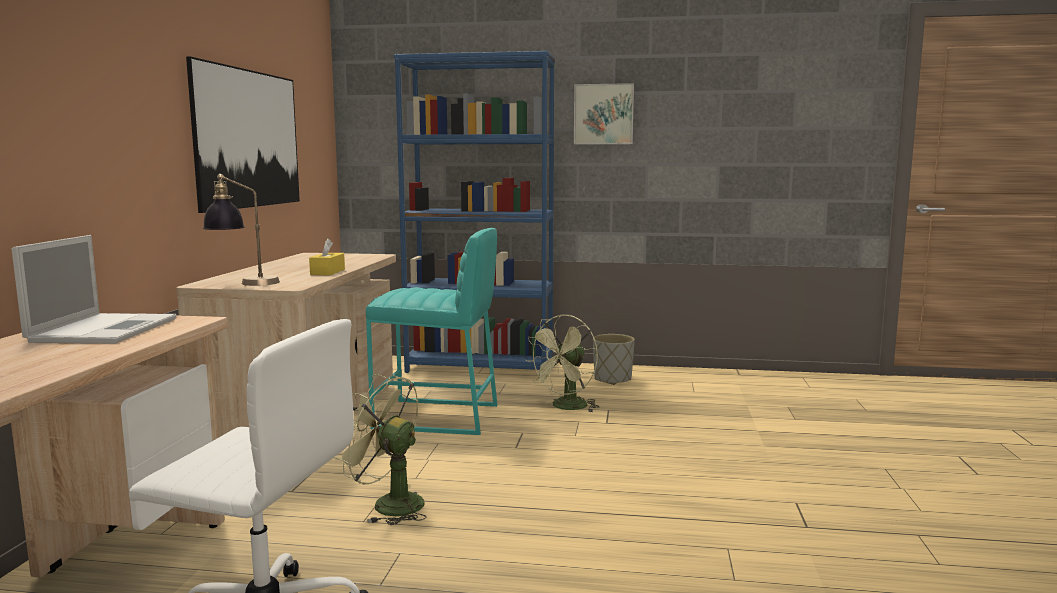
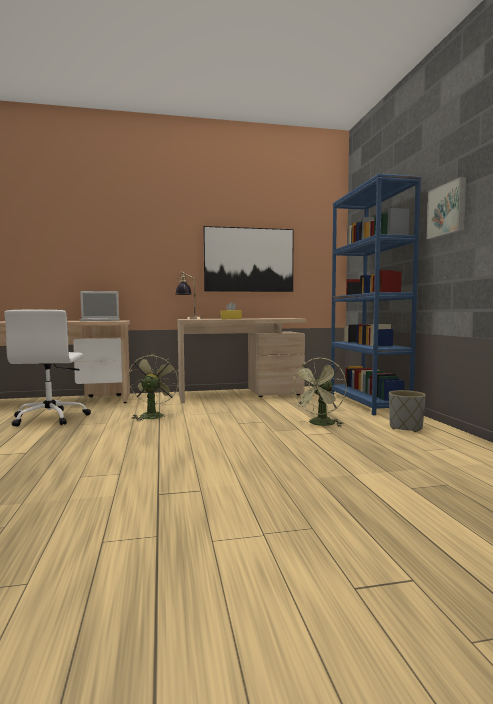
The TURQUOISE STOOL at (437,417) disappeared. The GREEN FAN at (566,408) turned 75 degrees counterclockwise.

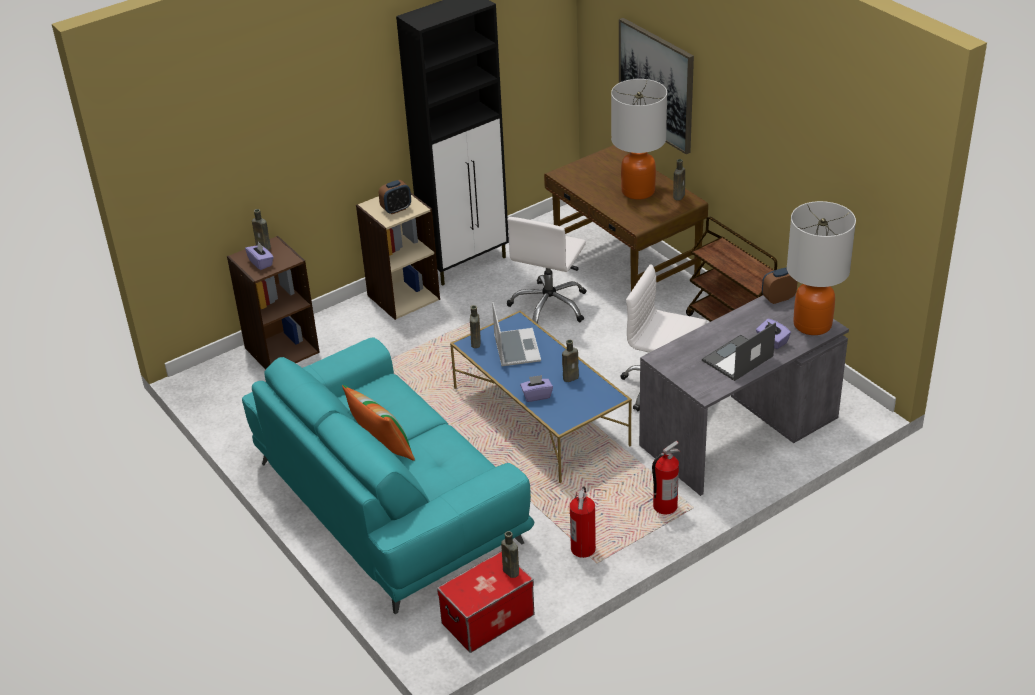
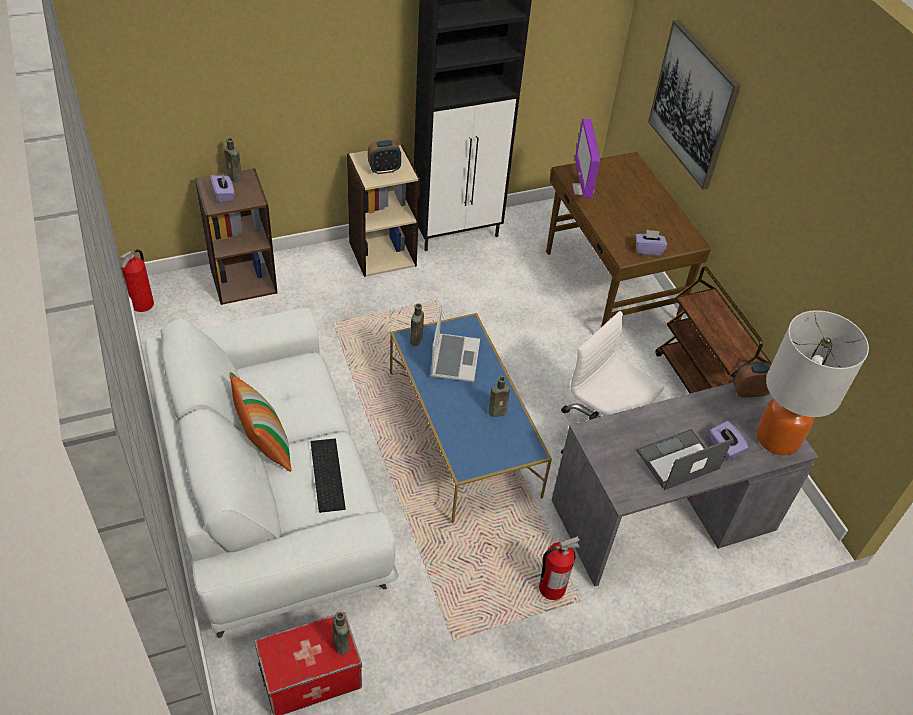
The TURQUOISE SOFA at (388,501) became the WHITE SOFA at (270,490). The WHITE OFFICE CHAIR at (549,306) disappeared. The PURPLE TISSUE BOX moved from (536,395) to (648,250). The FIRE EXTINGUISHER moved from (583,548) to (143,304). The TABLE LAMP at (638,191) disappeared. The BROWN BOTTLE at (679,196) disappeared. The KEYBOARD at (325,474) appeared. The MONITOR at (582,189) appeared.

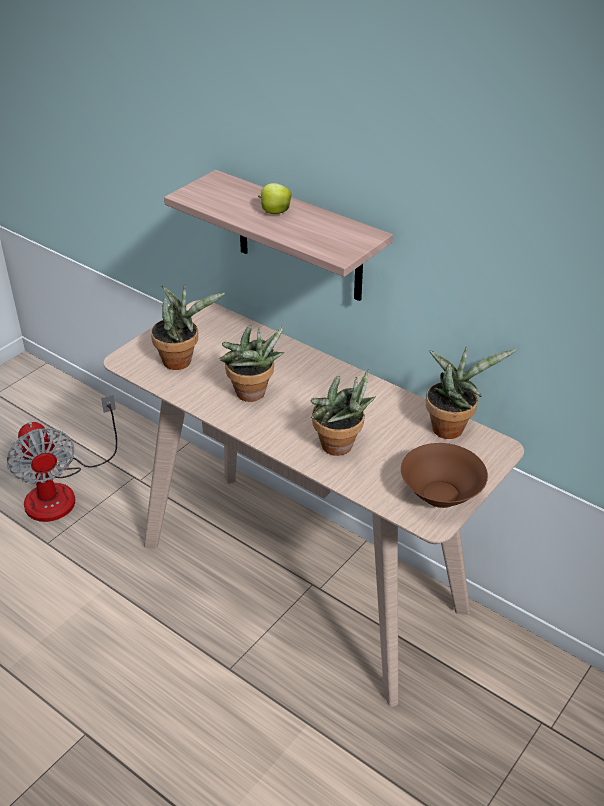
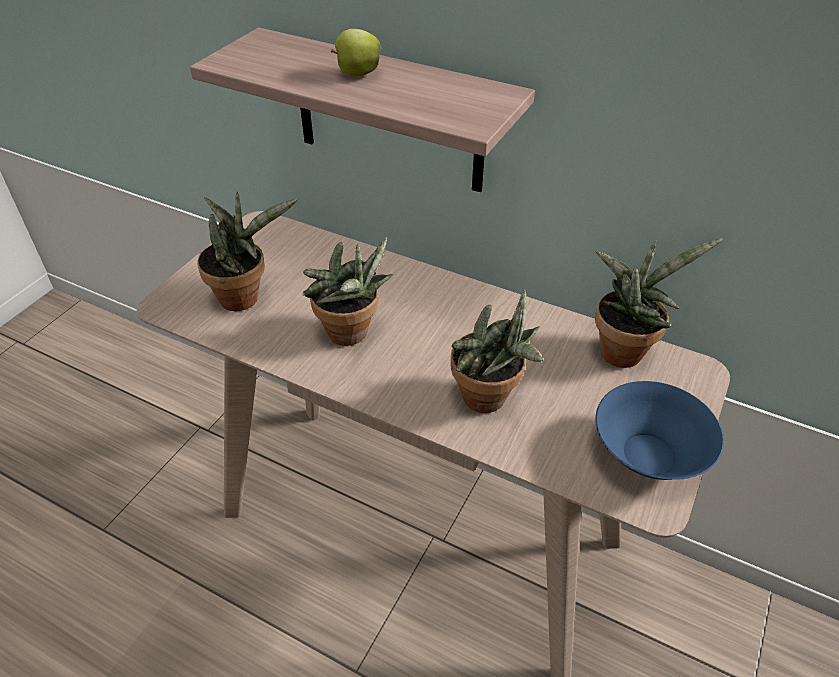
The FAN at (62,490) disappeared. The BROWN BOWL at (440,495) became the BLUE BOWL at (647,456).

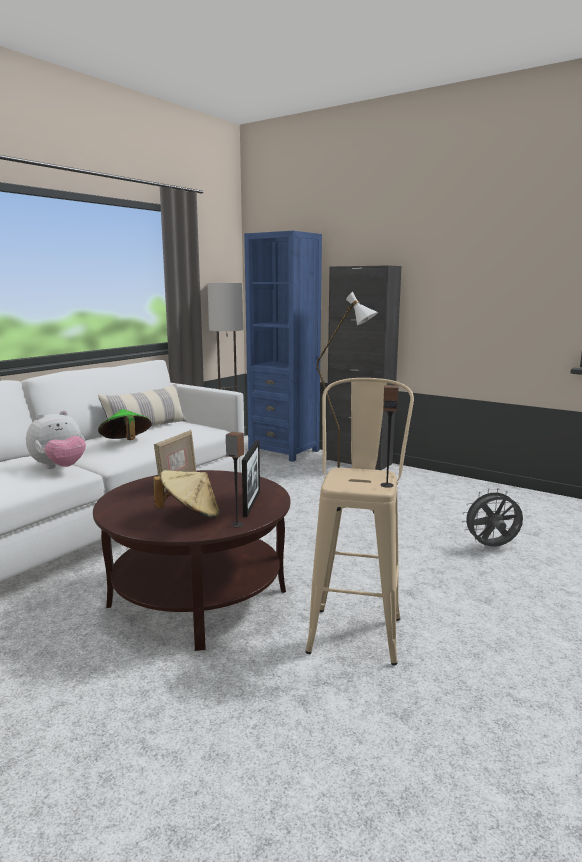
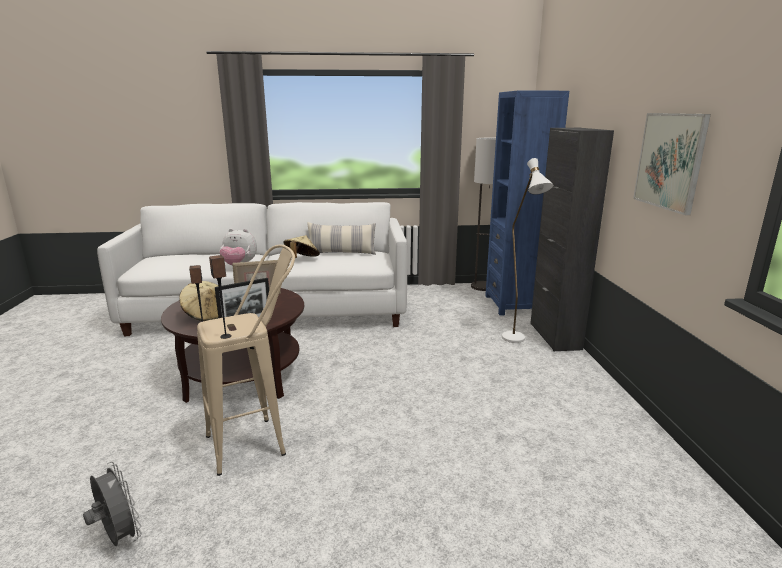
The GREEN HAT at (126,442) became the BEIGE HAT at (302,259). The GREY FAN moved from (491,547) to (118,538). The PICTURE at (670,161) appeared.

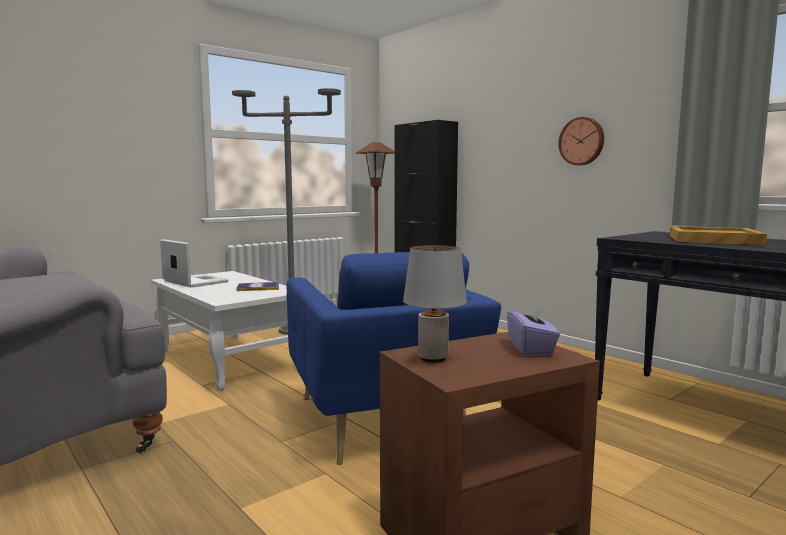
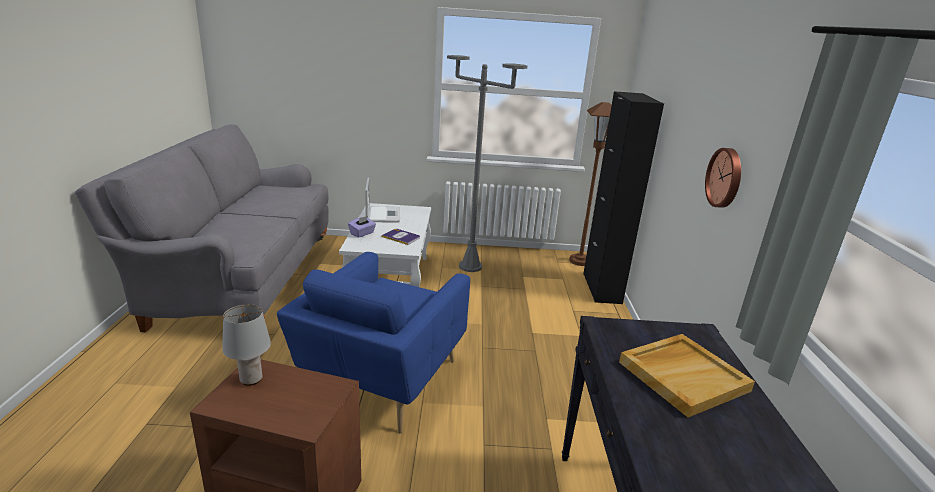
The PURPLE TISSUE BOX moved from (531,349) to (362,234).

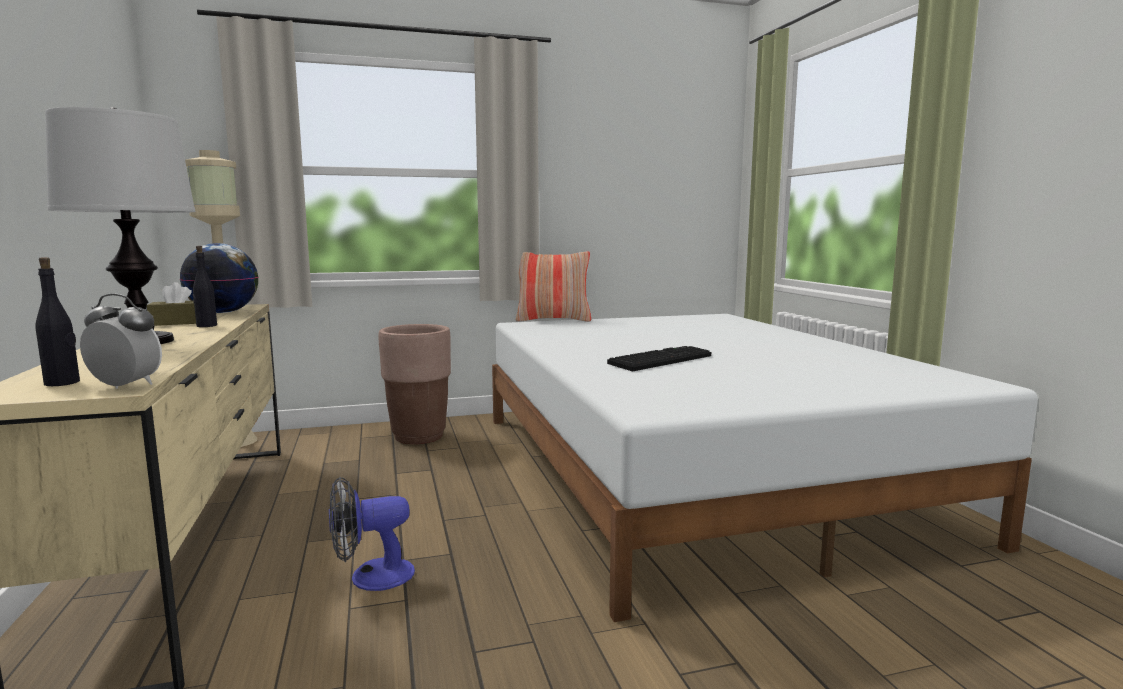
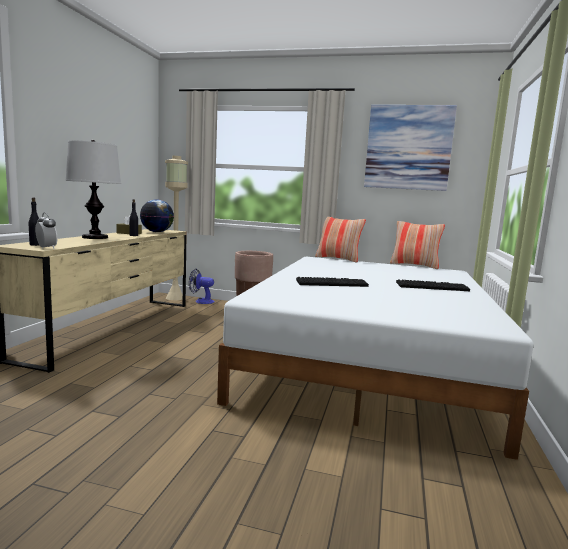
The FAN moved from (371,577) to (201,301). The PICTURE at (408,148) appeared. The PILLOW at (414,265) appeared. The KEYBOARD at (432,287) appeared.

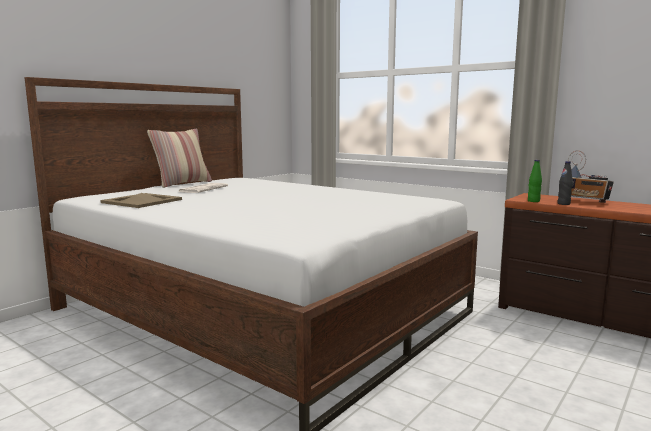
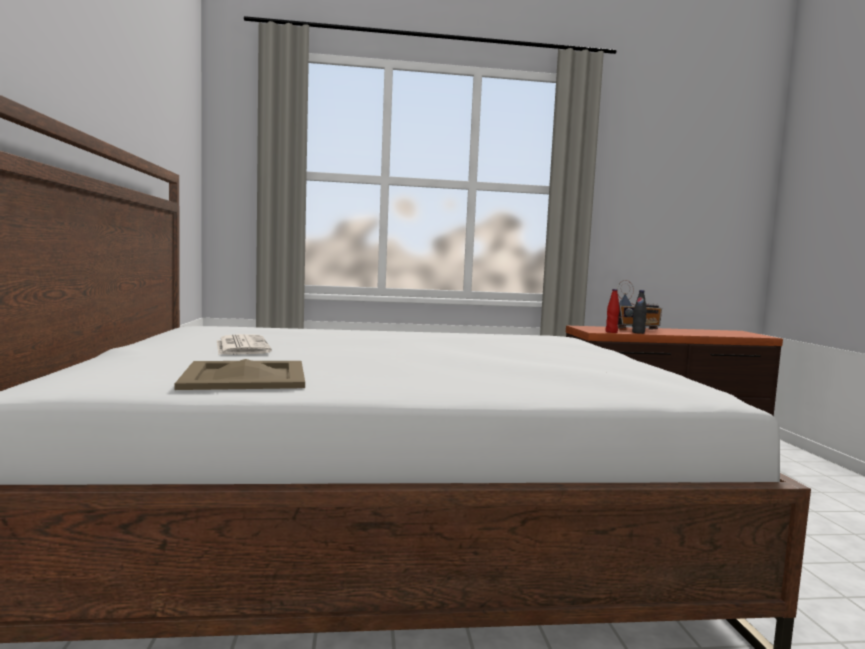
The PILLOW at (182,184) disappeared. The GREEN BOTTLE at (533,201) became the RED BOTTLE at (611,332).

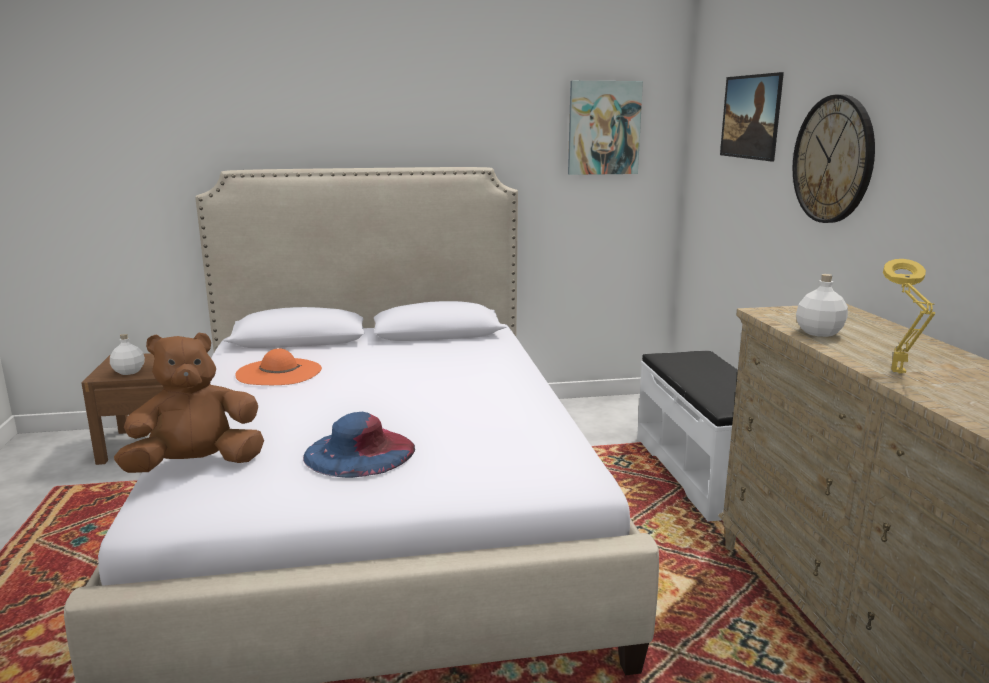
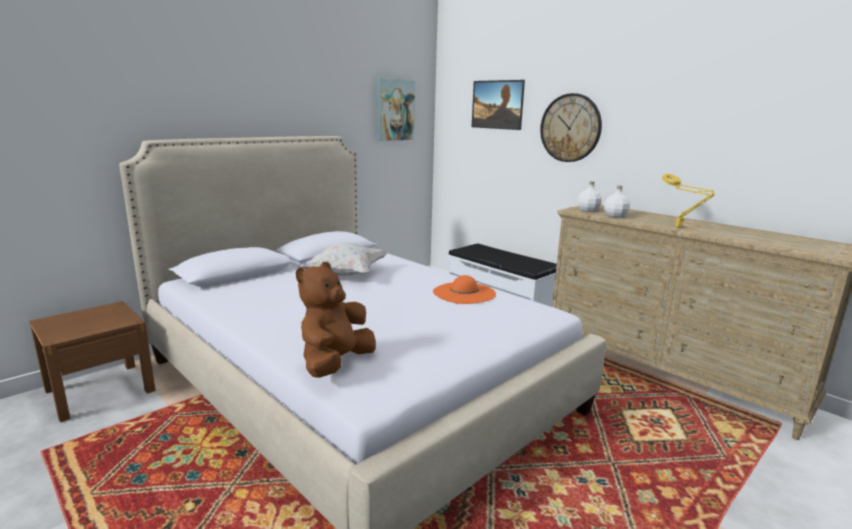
The WHITE BOTTLE moved from (128,372) to (588,210). The ORANGE HAT moved from (279,372) to (464,293). The BLUE HAT at (359,451) disappeared. The WHITE PILLOW at (345,275) appeared.

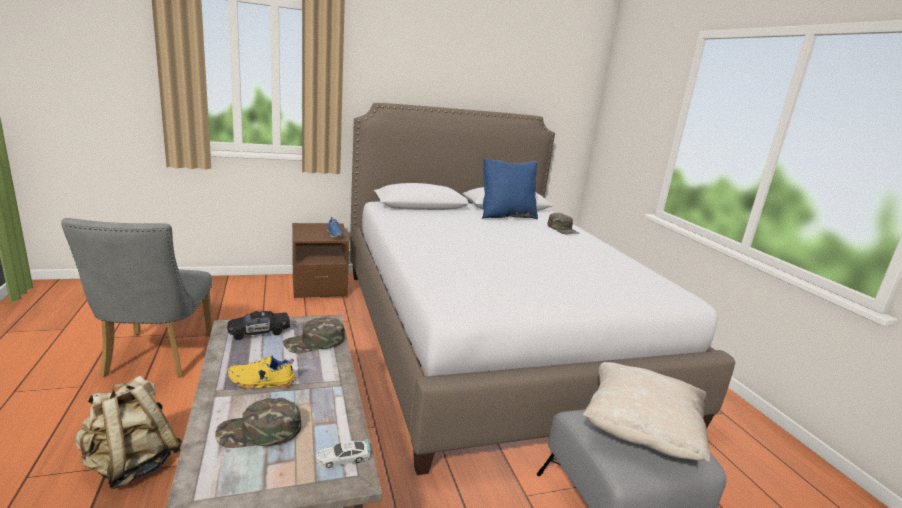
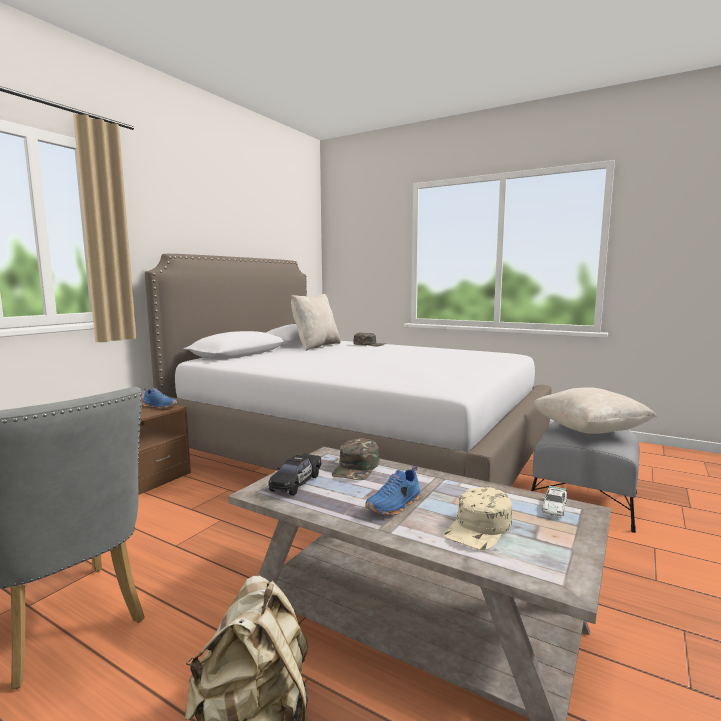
The GREEN CAP at (259,432) became the BEIGE CAP at (479,528). The YELLOW SHOE at (261,382) became the BLUE SHOE at (395,506). The BLUE PILLOW at (506,216) became the BEIGE PILLOW at (316,346).

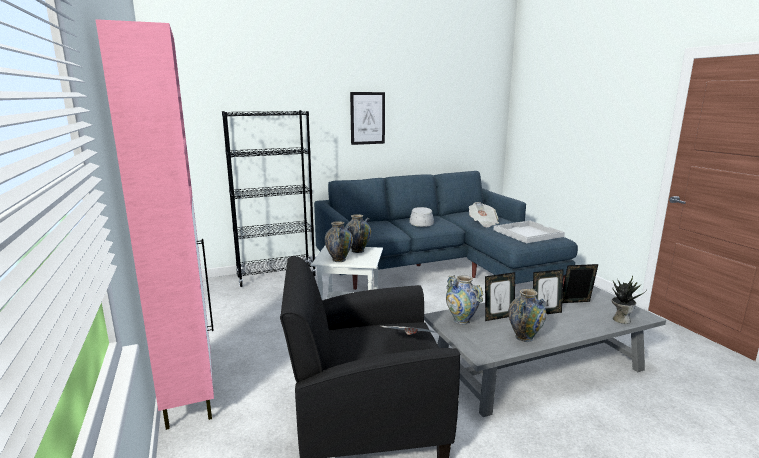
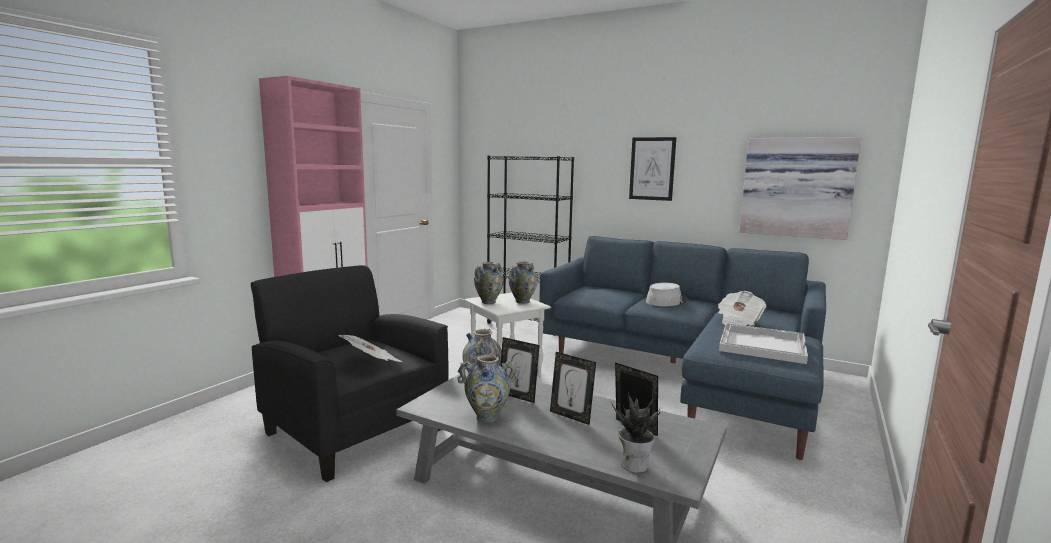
The PICTURE at (796,187) appeared.

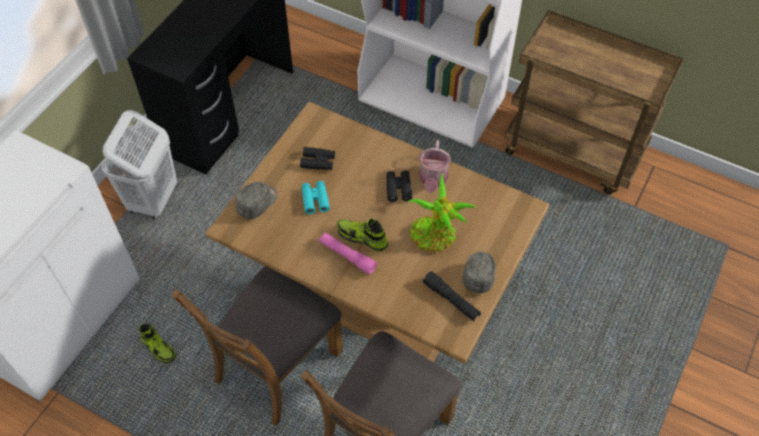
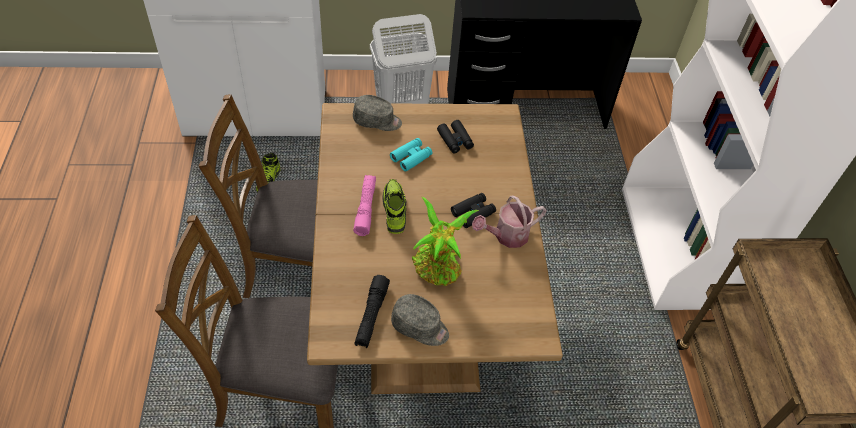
The GREY CAP at (479,274) turned 45 degrees clockwise.

